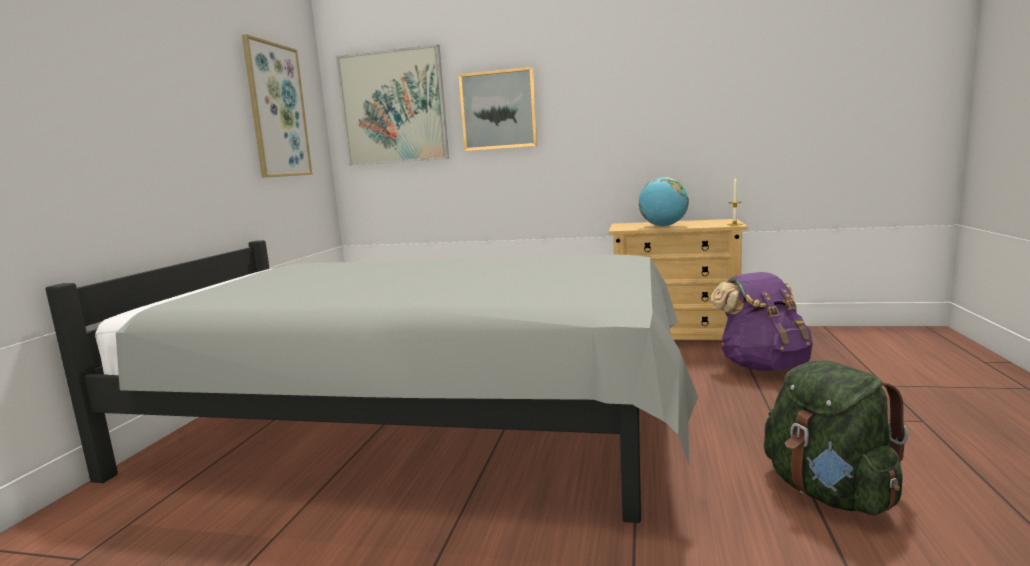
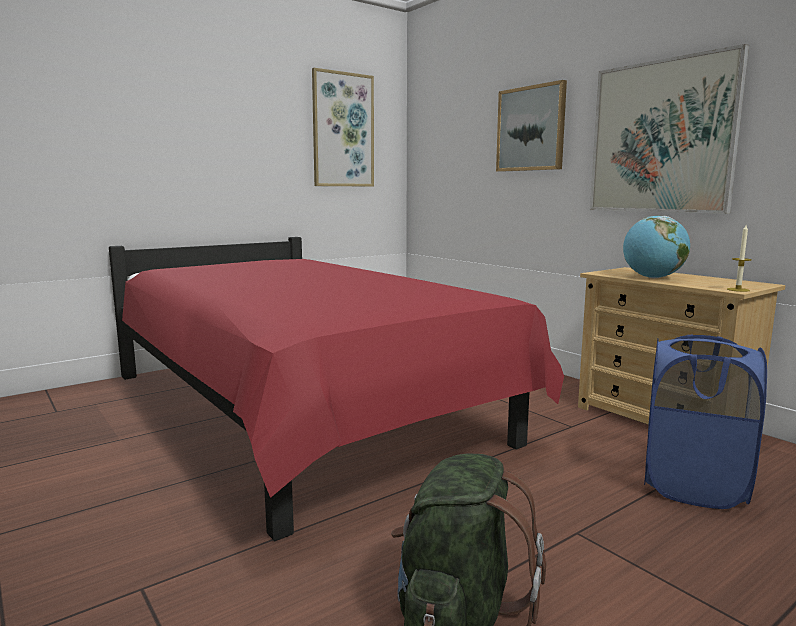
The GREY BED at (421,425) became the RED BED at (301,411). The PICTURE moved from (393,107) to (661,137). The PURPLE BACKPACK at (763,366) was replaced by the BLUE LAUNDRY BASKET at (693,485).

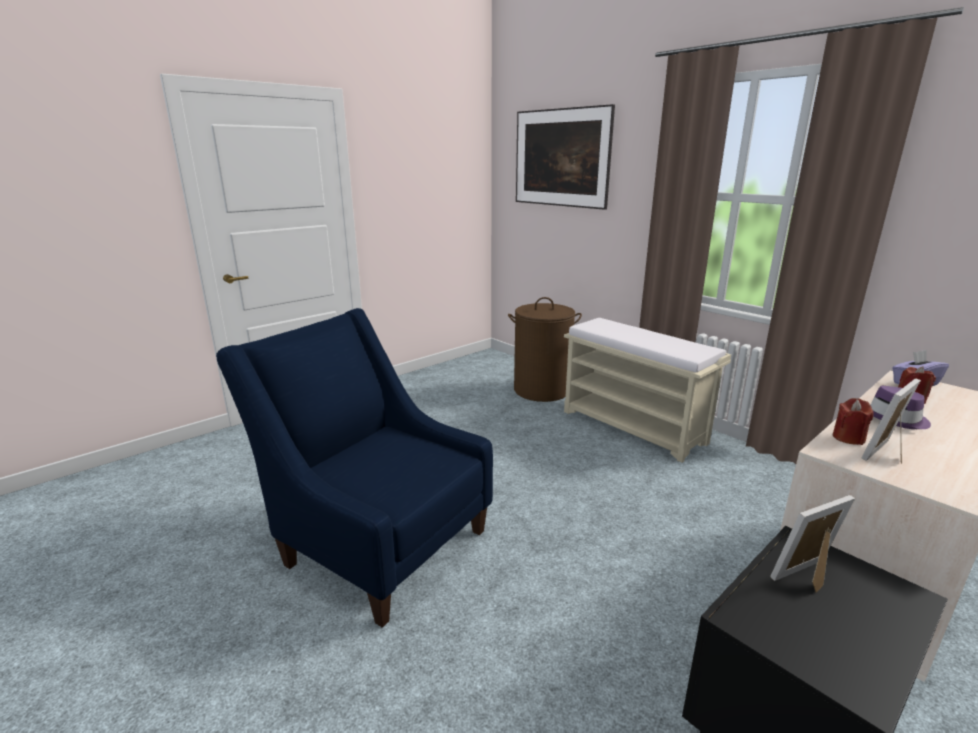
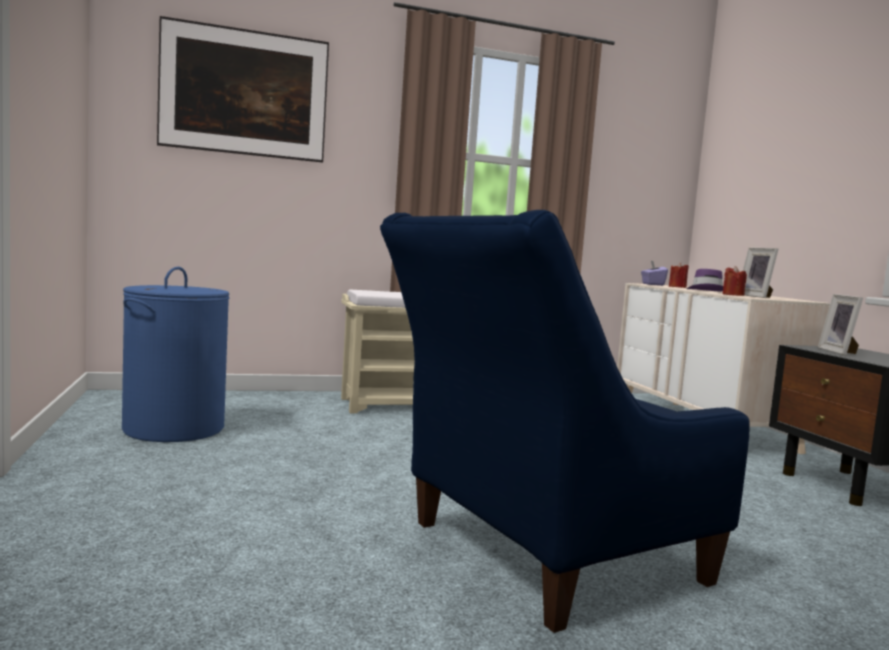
The BROWN LAUNDRY BASKET at (542,390) disappeared. The BLUE LAUNDRY BASKET at (174,428) appeared.

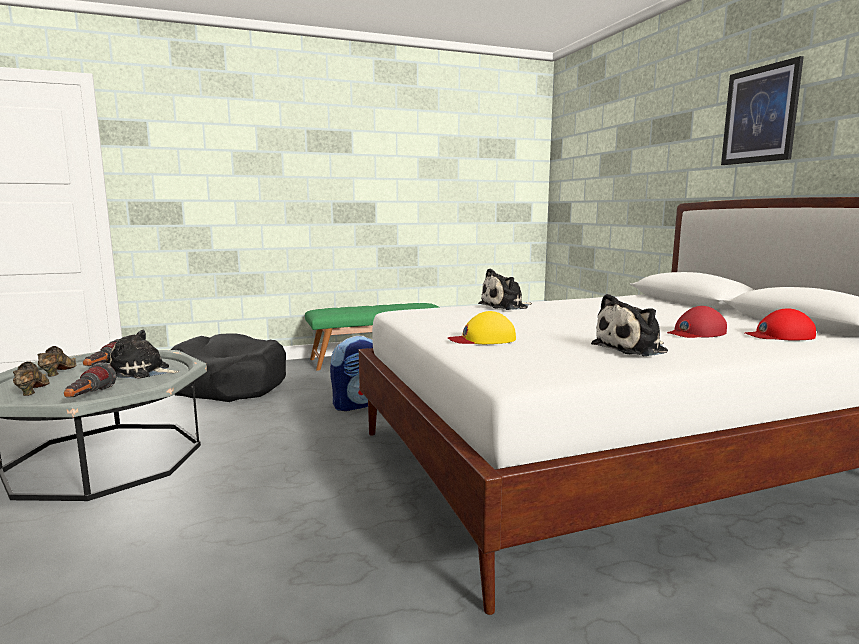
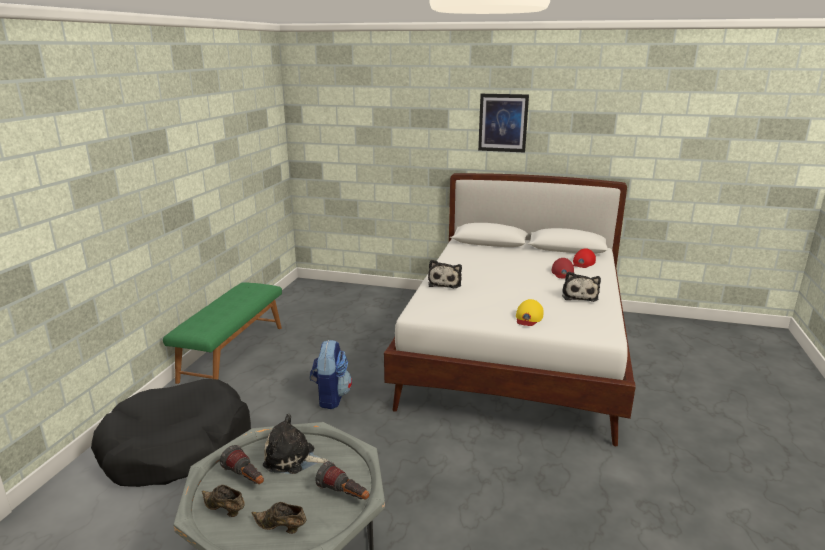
The PLUSH TOY at (143,372) turned 60 degrees clockwise.

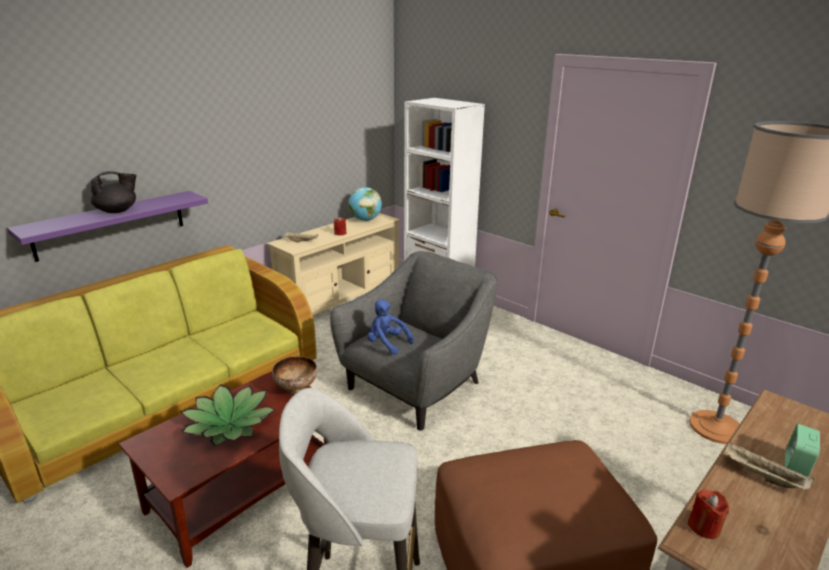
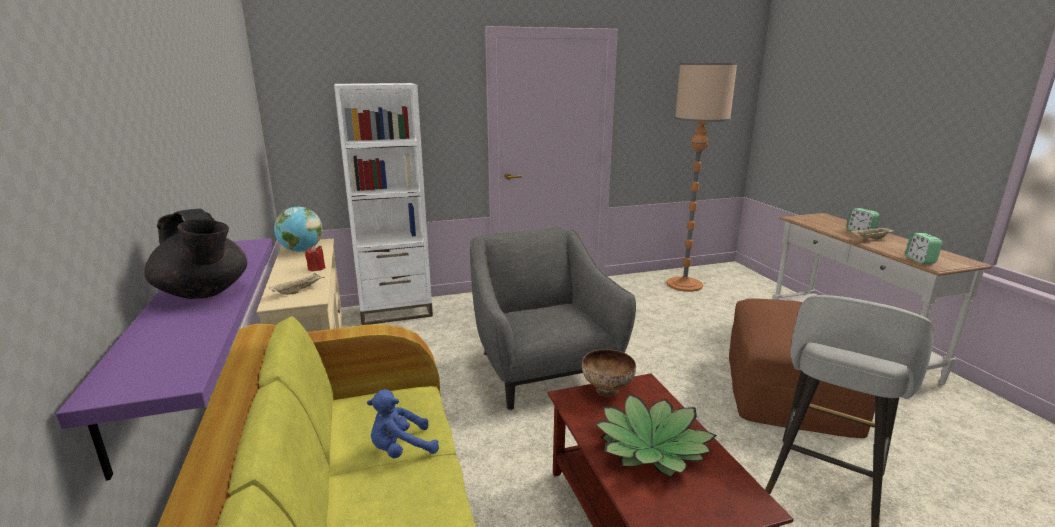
The BLACK TEAPOT at (117,211) turned 135 degrees clockwise. The BLUE PLUSH TOY moved from (387,343) to (401,449). The RED CANDLE at (704,527) was replaced by the ALARM CLOCK at (920,260).

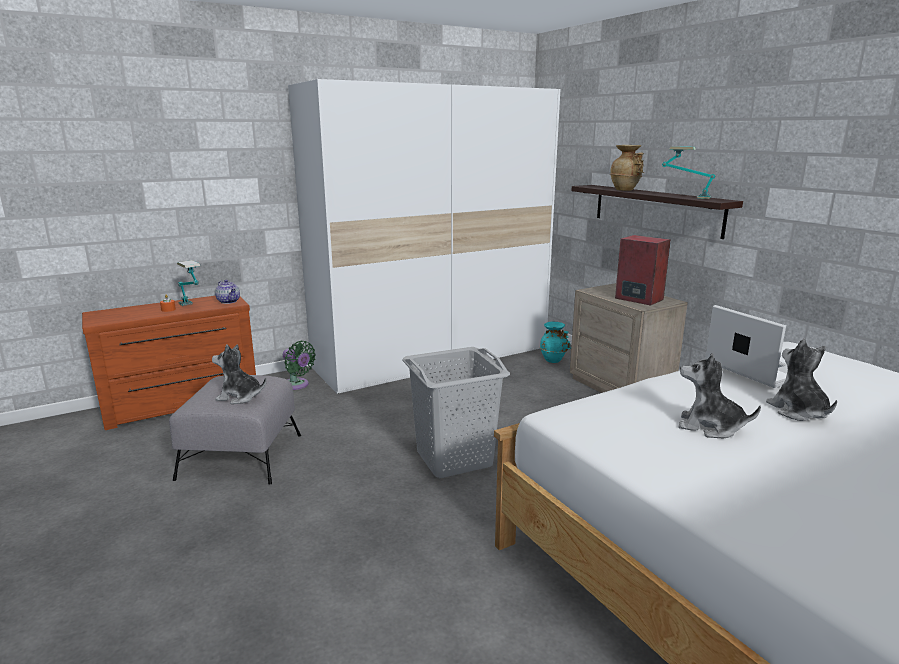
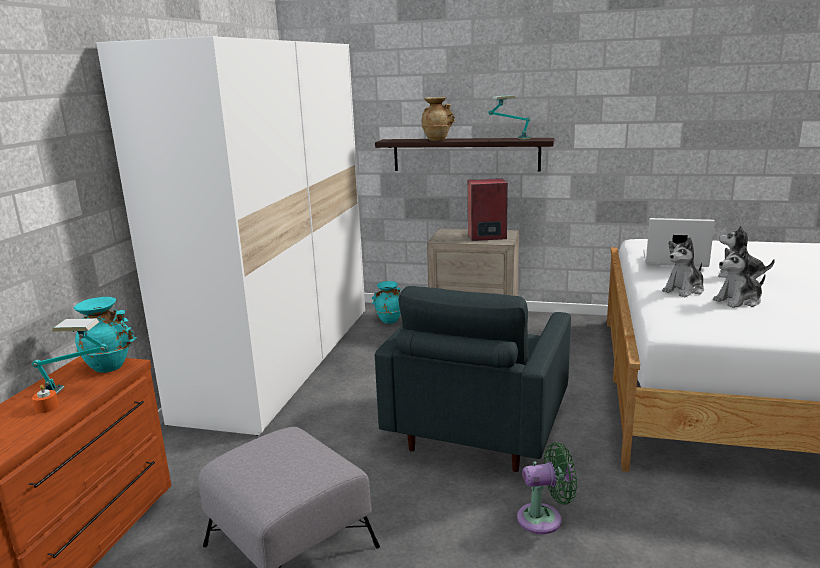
The PLUSH TOY moved from (240,397) to (684,290). The TEAPOT at (229,301) was replaced by the TURQUOISE VASE at (110,366). The GREEN FAN moved from (297,385) to (544,518). The GREY LAUNDRY BASKET at (453,458) was replaced by the GREY ARMCHAIR at (476,431).

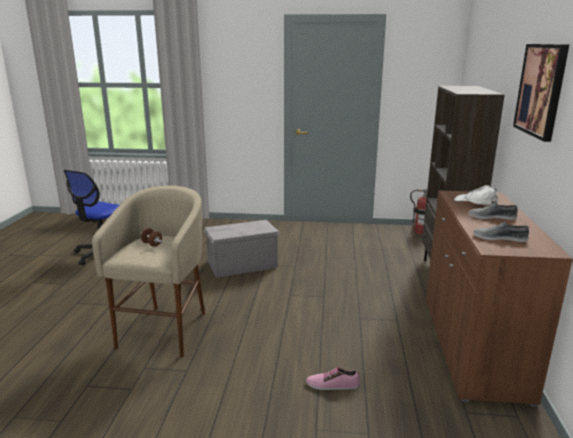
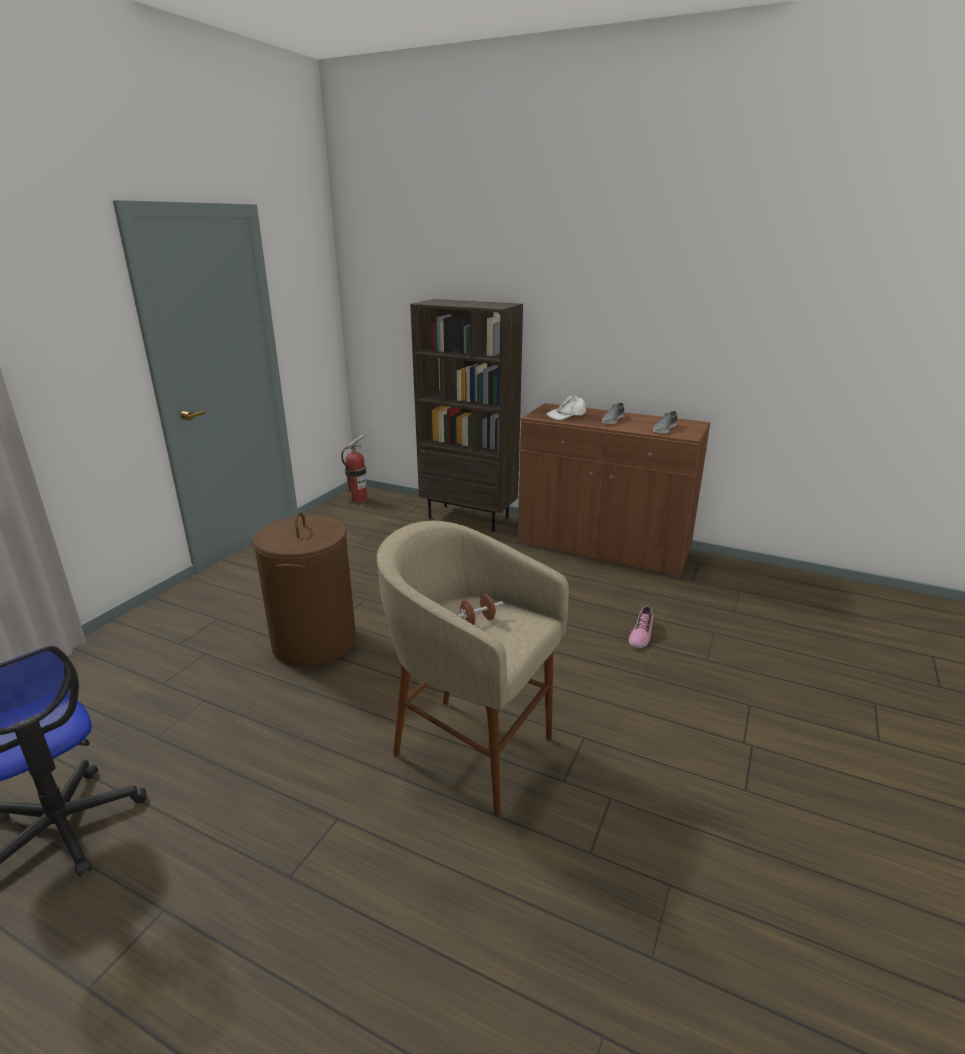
The GREY STORAGE BOX at (241,264) was replaced by the BROWN LAUNDRY BASKET at (314,642). The PICTURE at (541,90) disappeared.

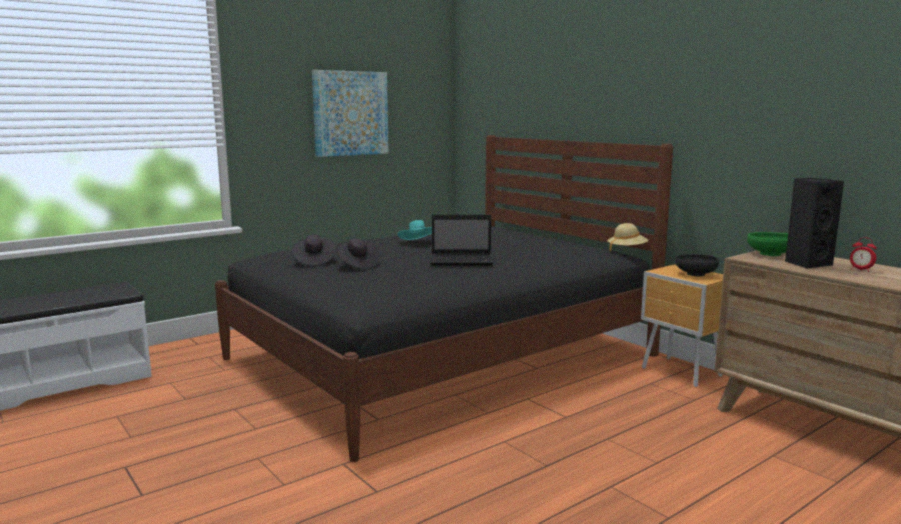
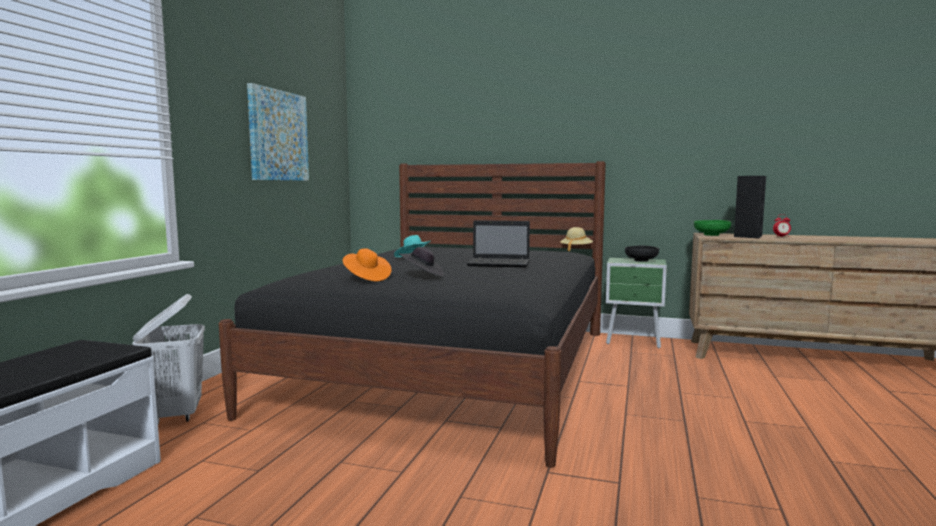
The BLACK HAT at (314,261) became the ORANGE HAT at (366,278). The LAPTOP at (463,261) turned 45 degrees clockwise. The BROWN NIGHTSTAND at (682,373) became the GREEN NIGHTSTAND at (634,342). The WHITE LAUNDRY BASKET at (176,415) appeared.

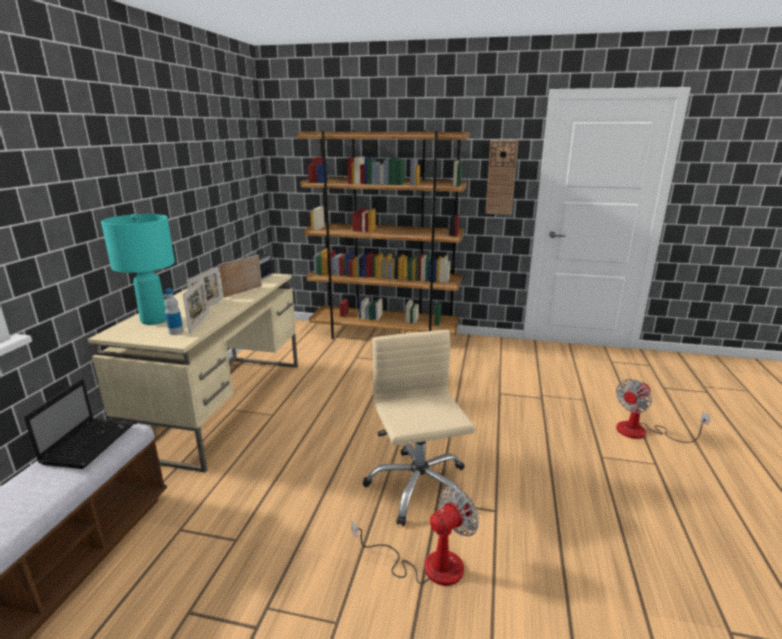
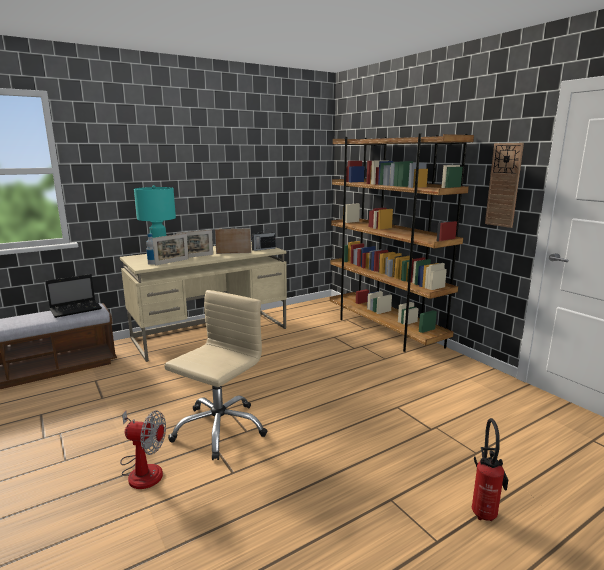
The FAN at (642,432) was replaced by the FIRE EXTINGUISHER at (484,512).

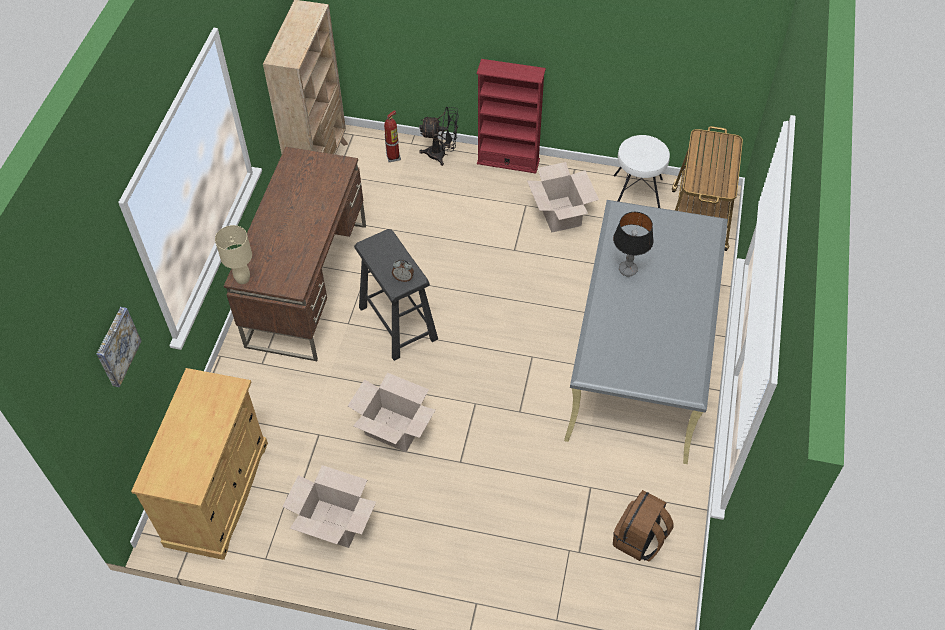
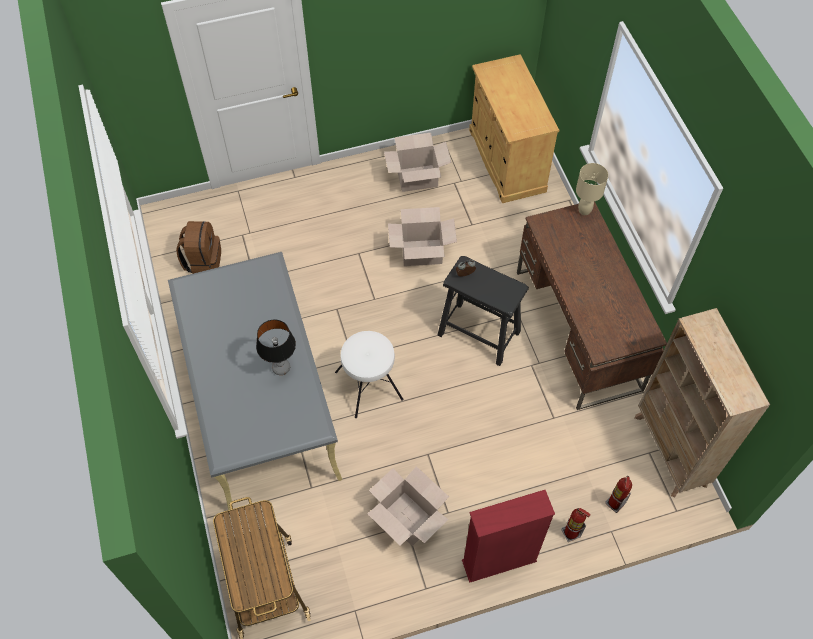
The PICTURE at (116,346) disappeared. The BLACK FAN at (441,154) was replaced by the FIRE EXTINGUISHER at (571,533). The WHITE STOOL moved from (636,196) to (369,385).

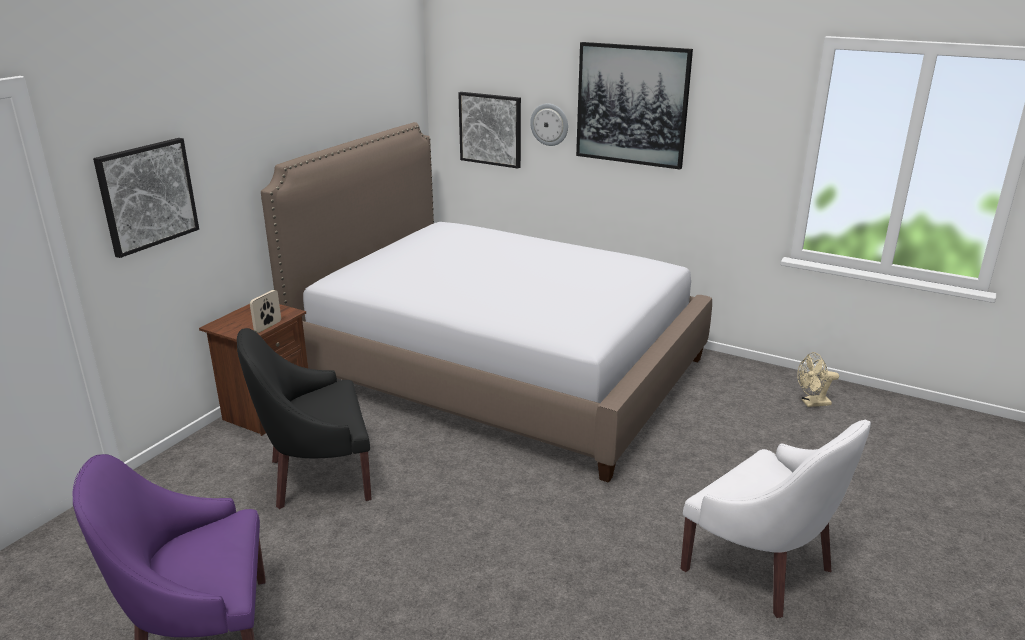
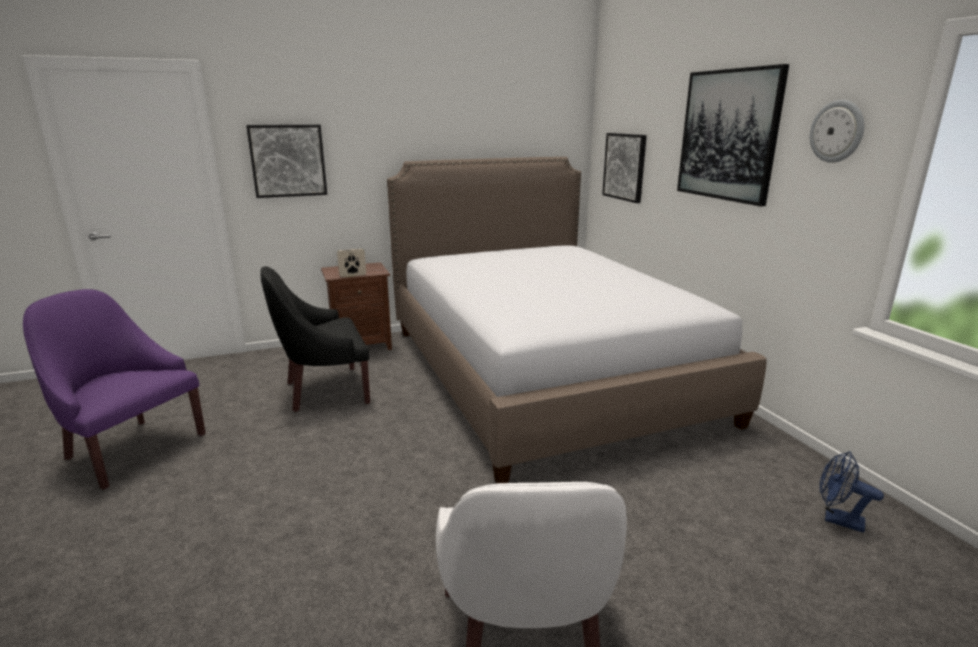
The BLACK ARMCHAIR at (317,475) turned 45 degrees counterclockwise. The WALL CLOCK moved from (549,124) to (837,131). The BEIGE FAN at (812,403) became the BLUE FAN at (837,520).

